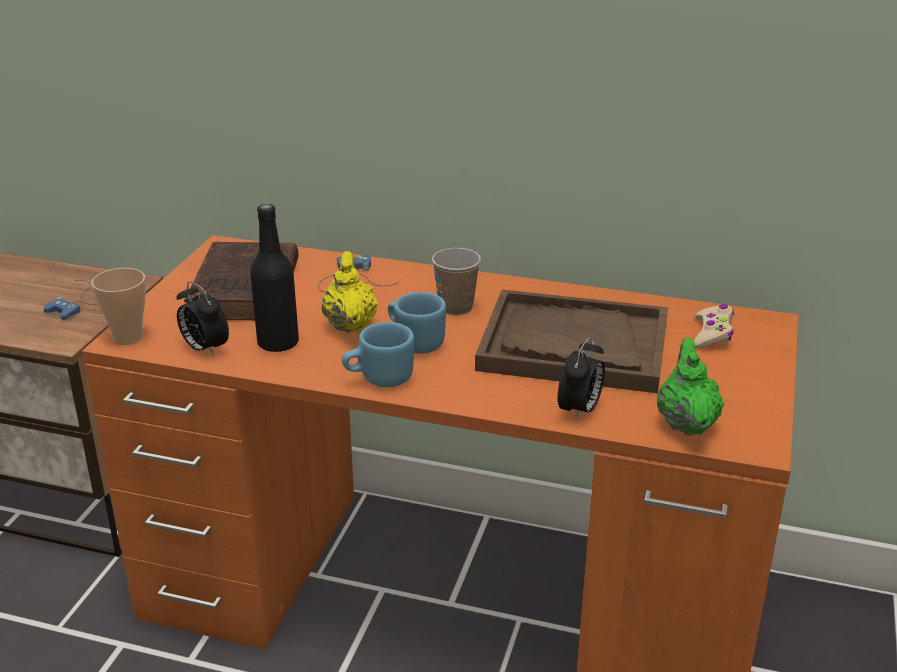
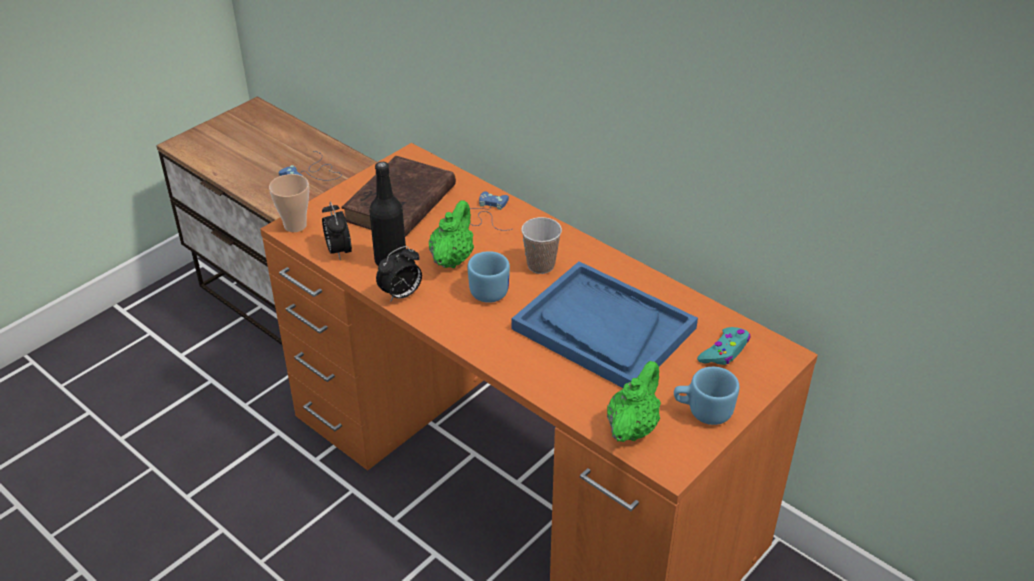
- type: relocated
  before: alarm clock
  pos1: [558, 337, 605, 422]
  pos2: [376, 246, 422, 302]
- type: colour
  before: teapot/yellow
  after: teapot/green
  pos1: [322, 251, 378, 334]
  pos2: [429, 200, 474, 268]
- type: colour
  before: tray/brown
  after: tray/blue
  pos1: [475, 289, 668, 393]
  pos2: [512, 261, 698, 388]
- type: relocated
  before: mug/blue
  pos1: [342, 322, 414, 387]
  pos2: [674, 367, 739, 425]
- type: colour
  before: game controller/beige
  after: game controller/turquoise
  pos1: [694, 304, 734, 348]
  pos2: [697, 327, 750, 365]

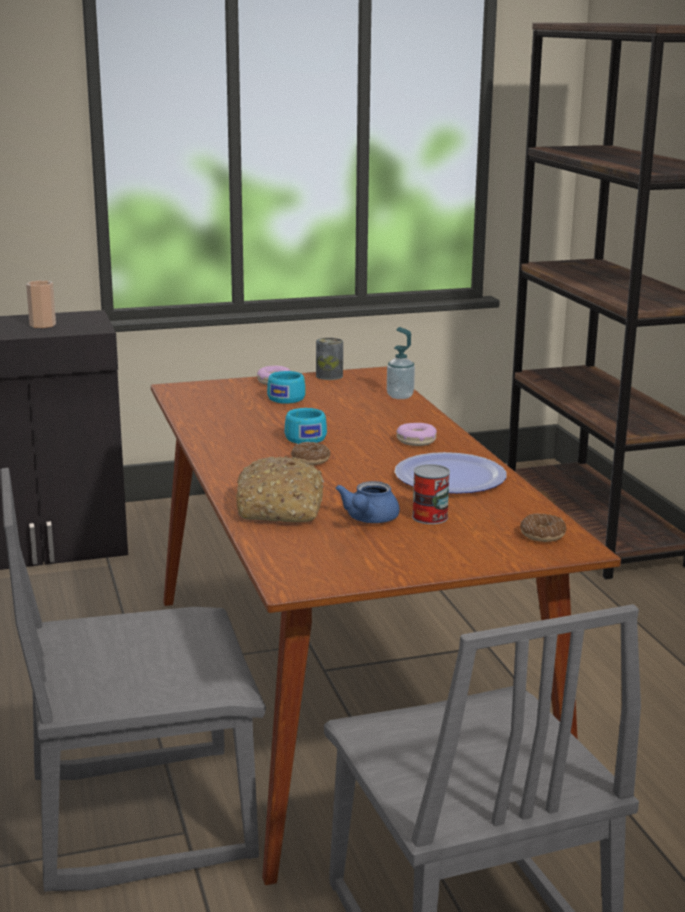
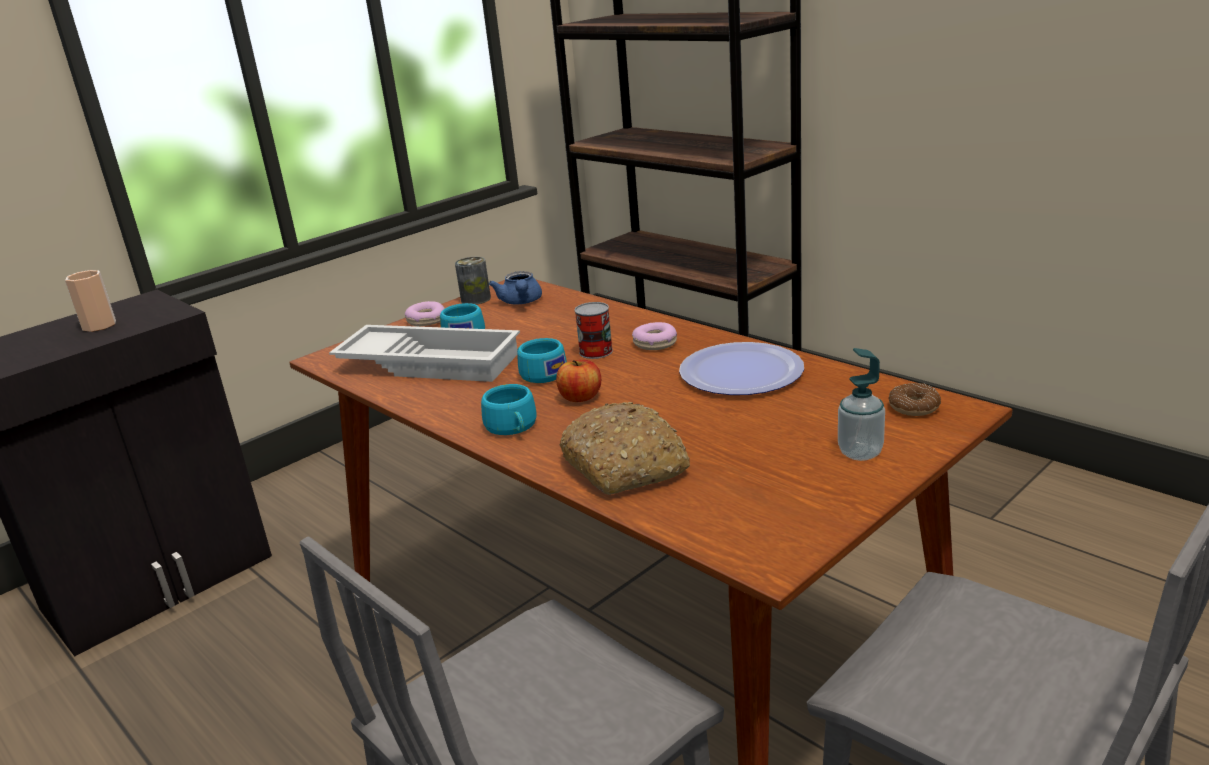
- type: appeared
  after: tray/white
  pos2: [329, 325, 520, 382]
- type: appeared
  after: cup/turquoise
  pos2: [481, 384, 537, 435]
- type: relocated
  before: teapot/blue
  pos1: [336, 481, 400, 523]
  pos2: [489, 271, 542, 304]
- type: exchanged
  before: donut
  after: apple
  pos1: [291, 442, 331, 465]
  pos2: [556, 360, 601, 402]
- type: relocated
  before: can
  pos1: [412, 464, 450, 524]
  pos2: [575, 302, 613, 359]
- type: relocated
  before: soap dispenser
  pos1: [387, 327, 415, 399]
  pos2: [838, 348, 885, 461]

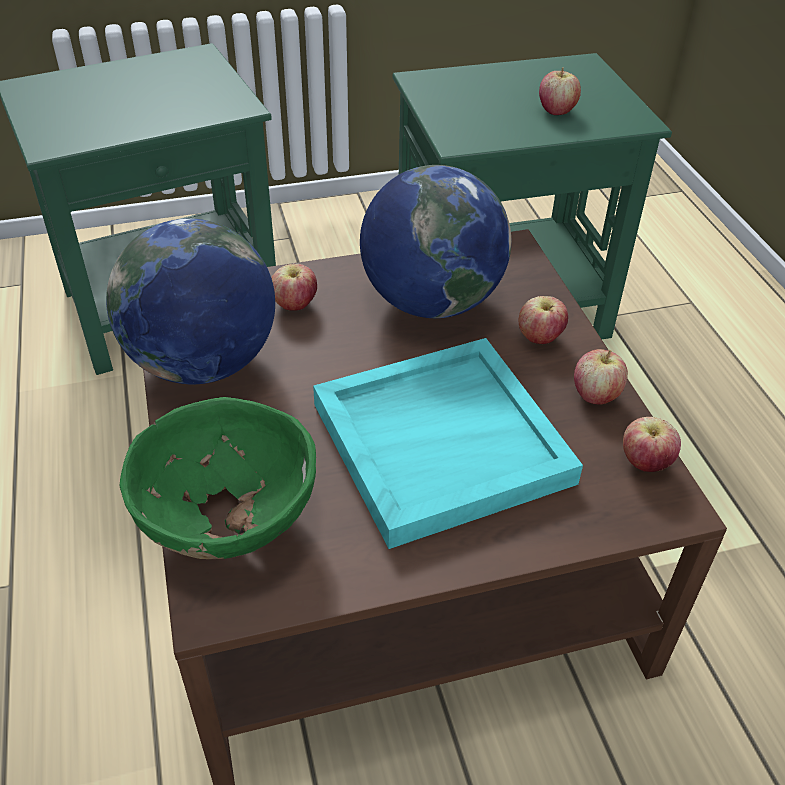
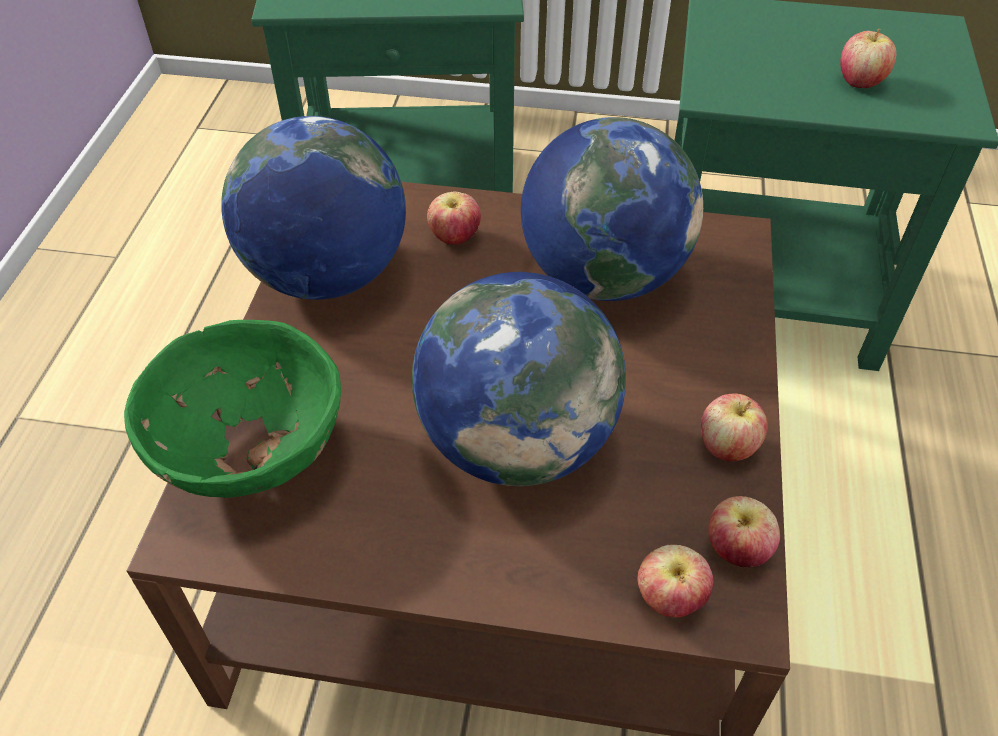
- type: exchanged
  before: tray/turquoise
  after: globe
  pos1: [313, 338, 583, 549]
  pos2: [412, 272, 626, 486]
- type: relocated
  before: apple
  pos1: [519, 296, 568, 344]
  pos2: [637, 545, 713, 617]

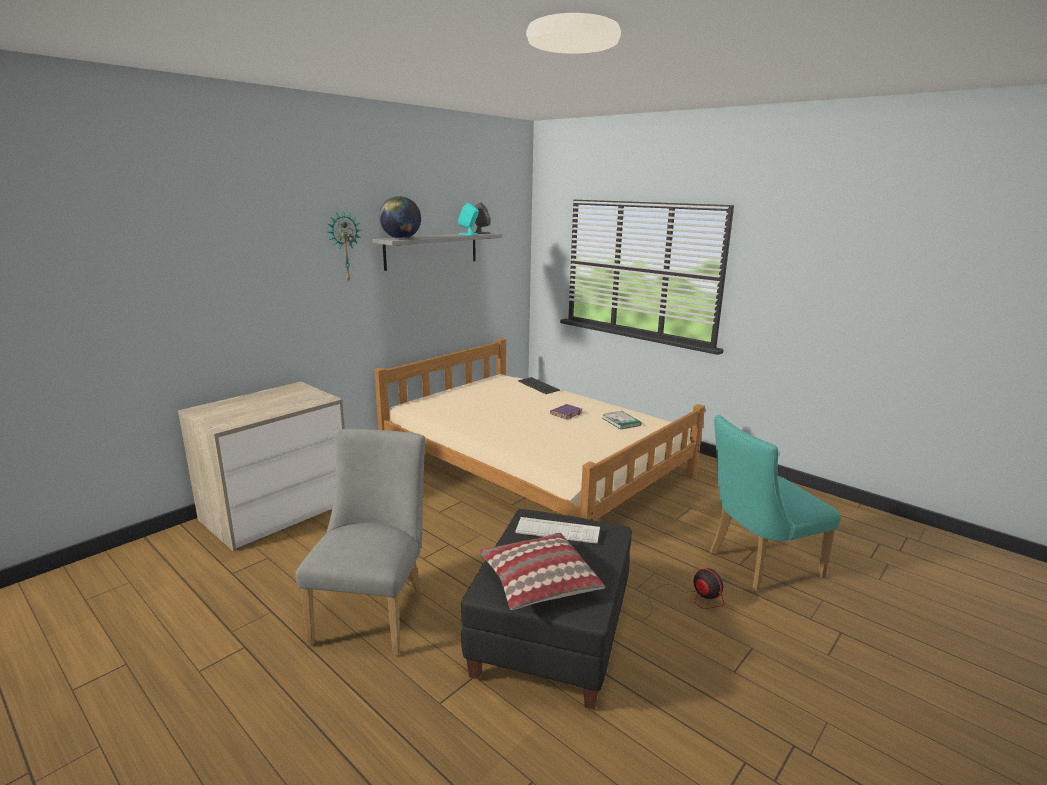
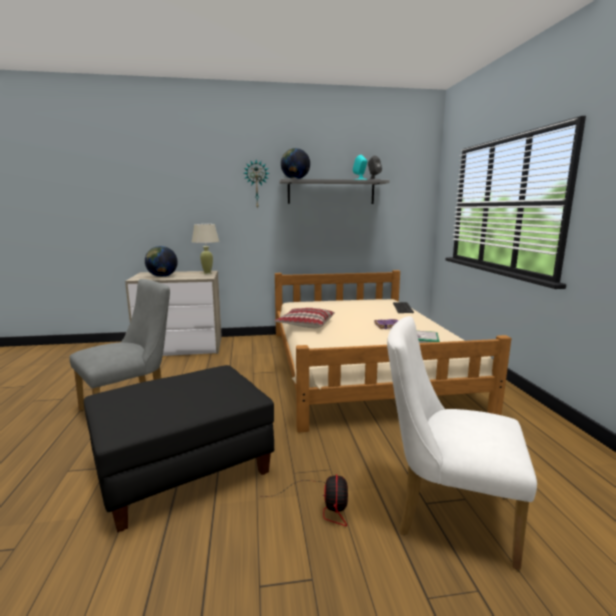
- type: appeared
  after: globe
  pos2: [145, 246, 178, 277]
- type: appeared
  after: table lamp/beige
  pos2: [192, 224, 220, 274]
- type: relocated
  before: pillow
  pos1: [479, 533, 605, 610]
  pos2: [275, 308, 334, 328]
- type: colour
  before: chair/turquoise
  after: chair/white
  pos1: [710, 415, 841, 592]
  pos2: [387, 316, 537, 570]
- type: missing
  before: keyboard
  pos1: [515, 517, 600, 544]

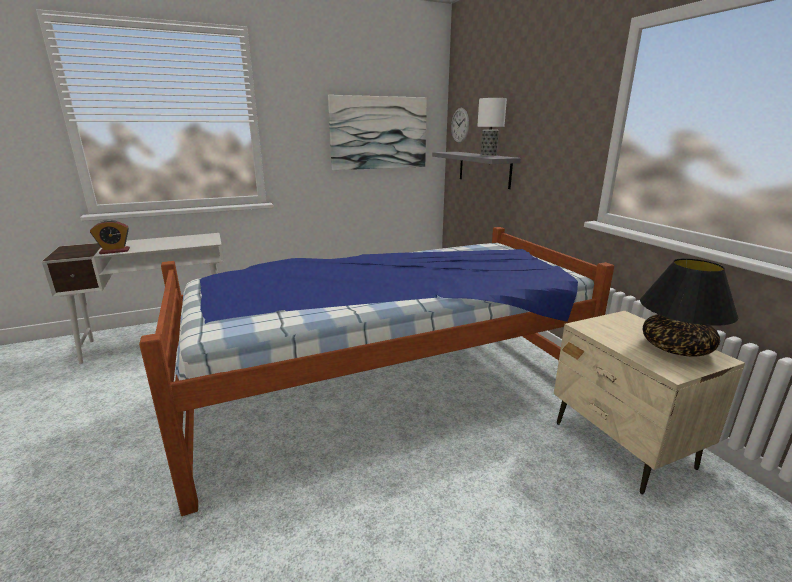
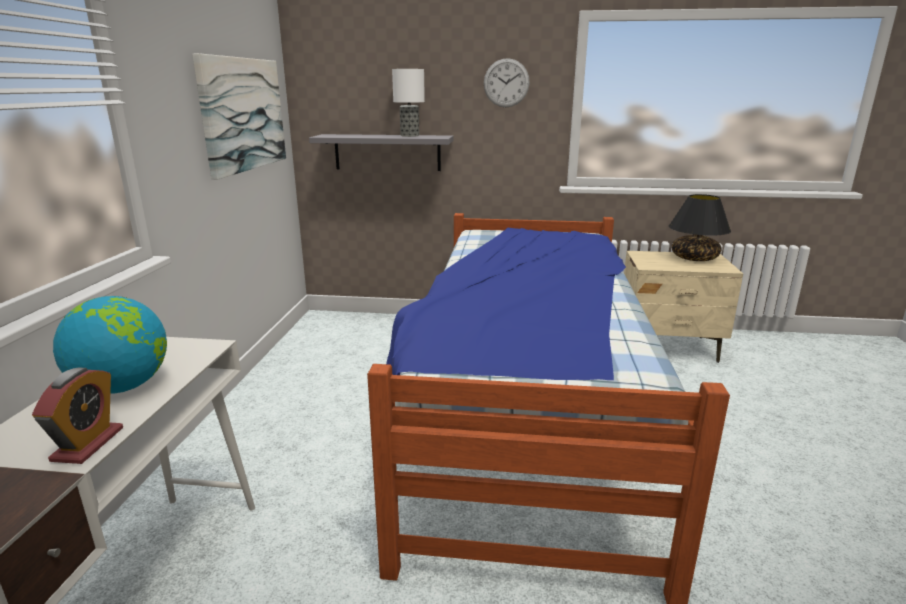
- type: appeared
  after: globe
  pos2: [53, 296, 167, 394]
- type: relocated
  before: wall clock
  pos1: [451, 108, 469, 143]
  pos2: [484, 58, 530, 107]

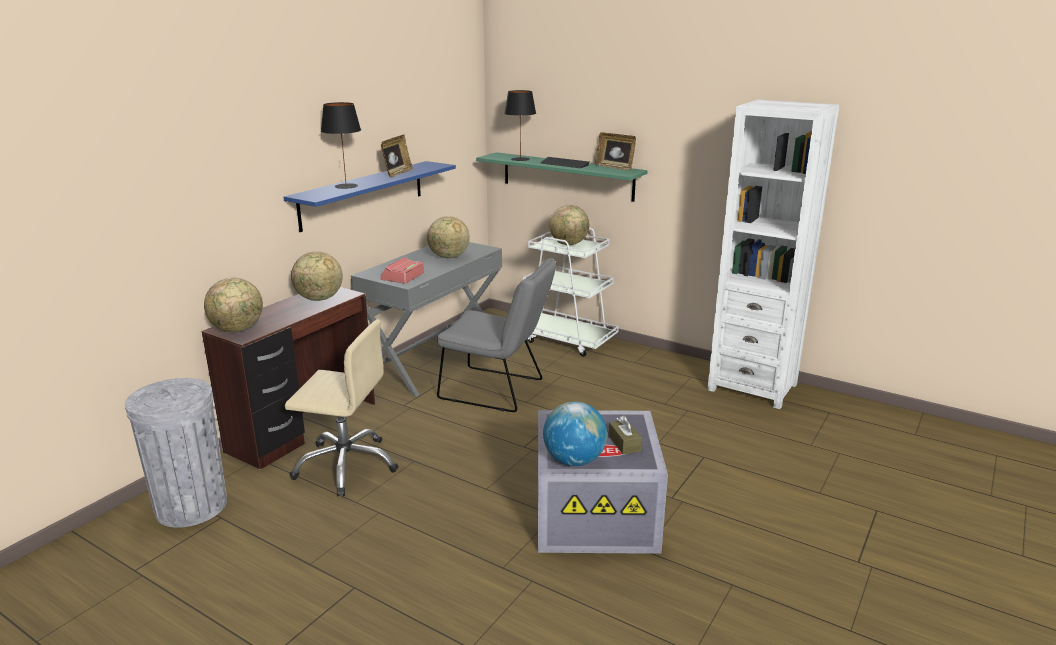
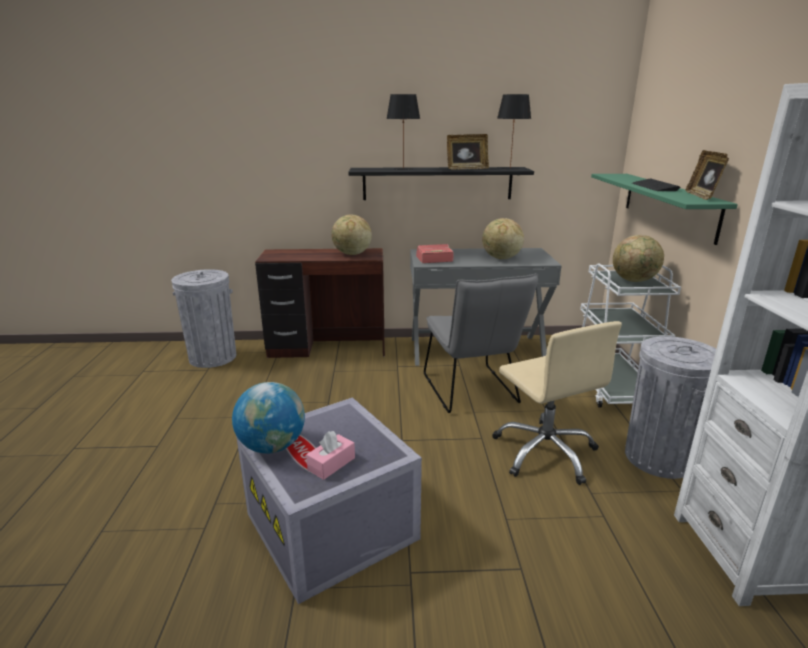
- type: colour
  before: tissue box/brown
  after: tissue box/pink
  pos1: [609, 416, 642, 454]
  pos2: [306, 431, 355, 480]
- type: colour
  before: shelf/blue
  after: shelf/black
  pos1: [283, 161, 456, 232]
  pos2: [348, 167, 534, 200]
- type: relocated
  before: office chair/beige
  pos1: [285, 320, 398, 496]
  pos2: [492, 321, 622, 485]
- type: relocated
  before: table lamp/black
  pos1: [504, 90, 536, 161]
  pos2: [497, 94, 531, 169]
- type: appeared
  after: trash can/grey
  pos2: [625, 336, 716, 479]
- type: missing
  before: globe
  pos1: [204, 278, 263, 332]

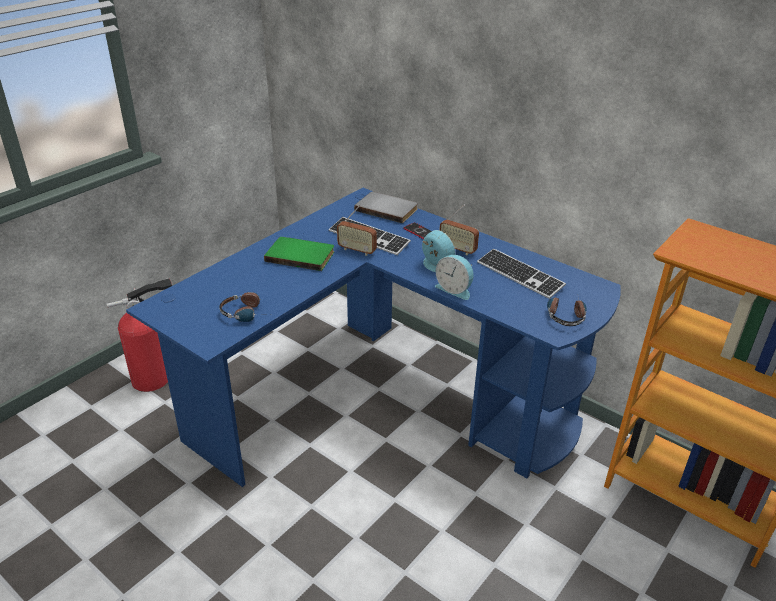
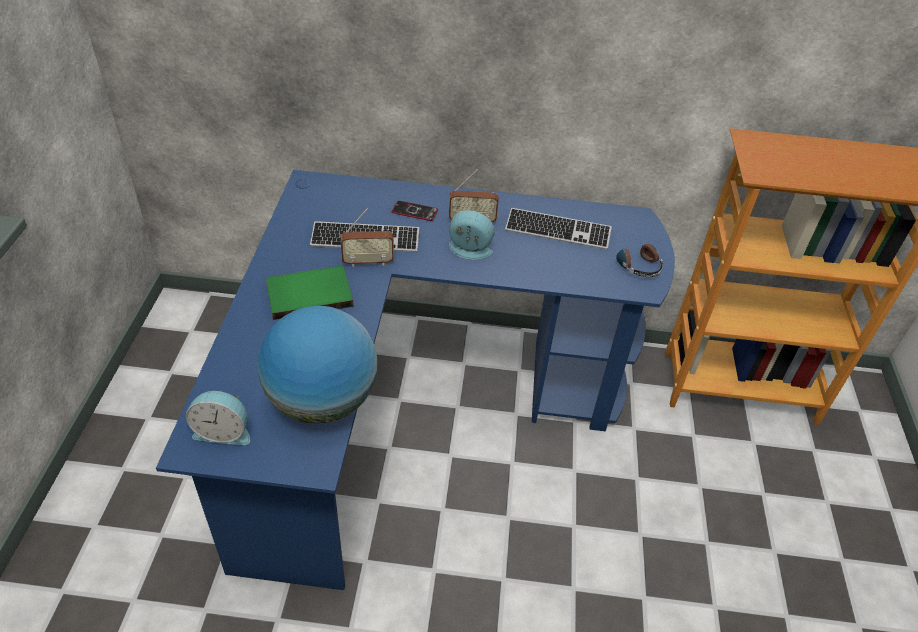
- type: relocated
  before: alarm clock
  pos1: [435, 255, 474, 300]
  pos2: [186, 391, 250, 445]
- type: exchanged
  before: headphones
  after: globe
  pos1: [219, 292, 261, 322]
  pos2: [258, 306, 378, 424]
- type: missing
  before: fire extinguisher
  pos1: [107, 278, 172, 392]
- type: missing
  before: book/grey
  pos1: [354, 191, 418, 223]

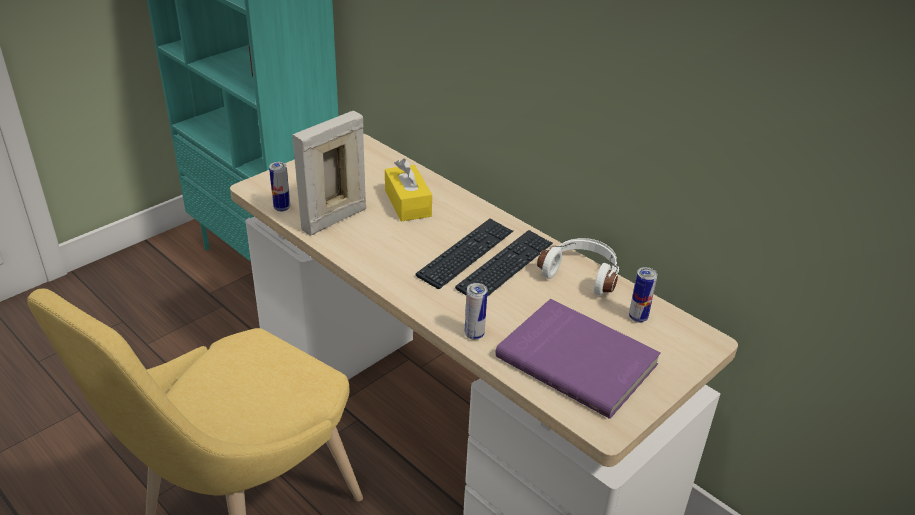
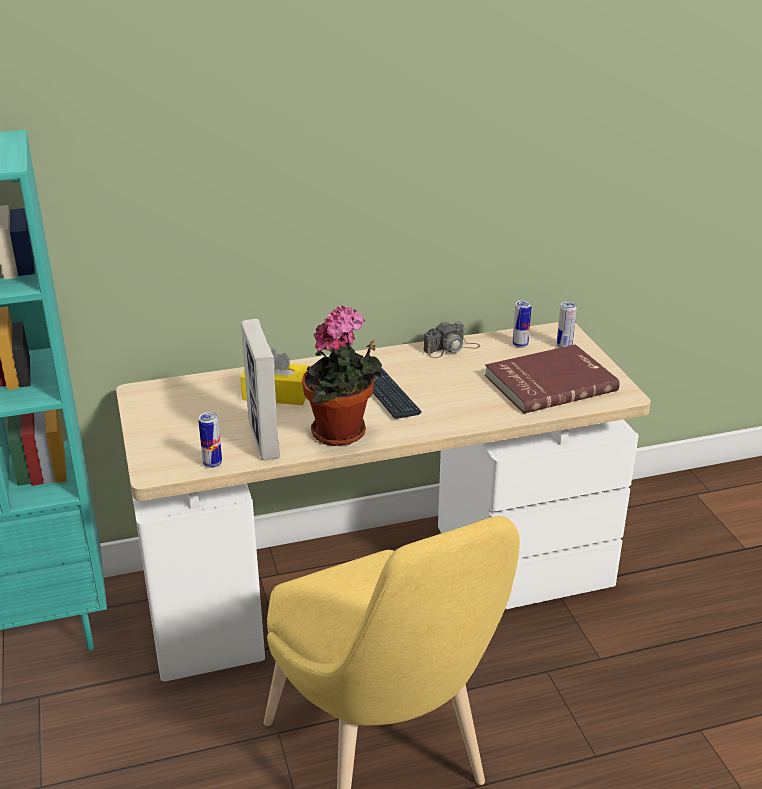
- type: appeared
  after: potted plant
  pos2: [302, 306, 382, 446]
- type: exchanged
  before: headphones/white
  after: photo camera
  pos1: [537, 238, 620, 296]
  pos2: [423, 321, 480, 358]
- type: colour
  before: book/purple
  after: book/red
  pos1: [495, 299, 661, 419]
  pos2: [485, 344, 620, 414]
- type: relocated
  before: can
  pos1: [465, 283, 487, 340]
  pos2: [557, 301, 577, 348]
- type: missing
  before: keyboard
  pos1: [455, 230, 553, 297]

